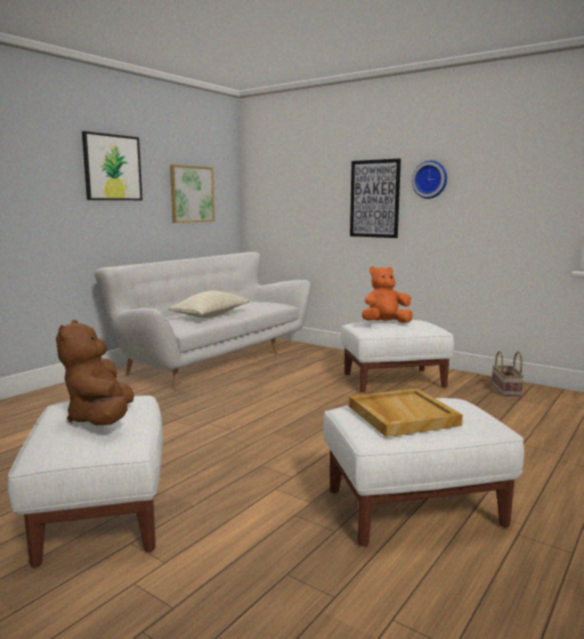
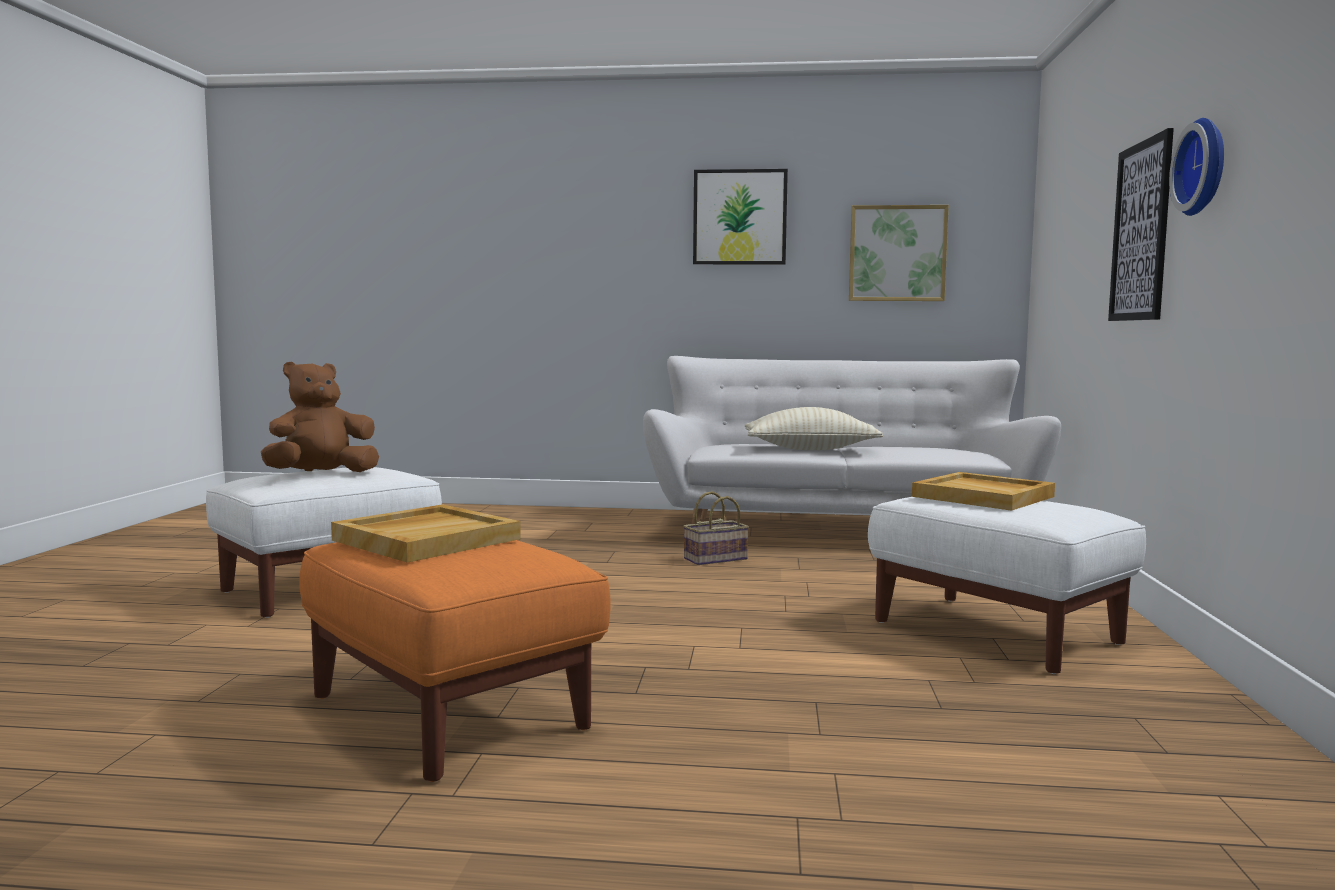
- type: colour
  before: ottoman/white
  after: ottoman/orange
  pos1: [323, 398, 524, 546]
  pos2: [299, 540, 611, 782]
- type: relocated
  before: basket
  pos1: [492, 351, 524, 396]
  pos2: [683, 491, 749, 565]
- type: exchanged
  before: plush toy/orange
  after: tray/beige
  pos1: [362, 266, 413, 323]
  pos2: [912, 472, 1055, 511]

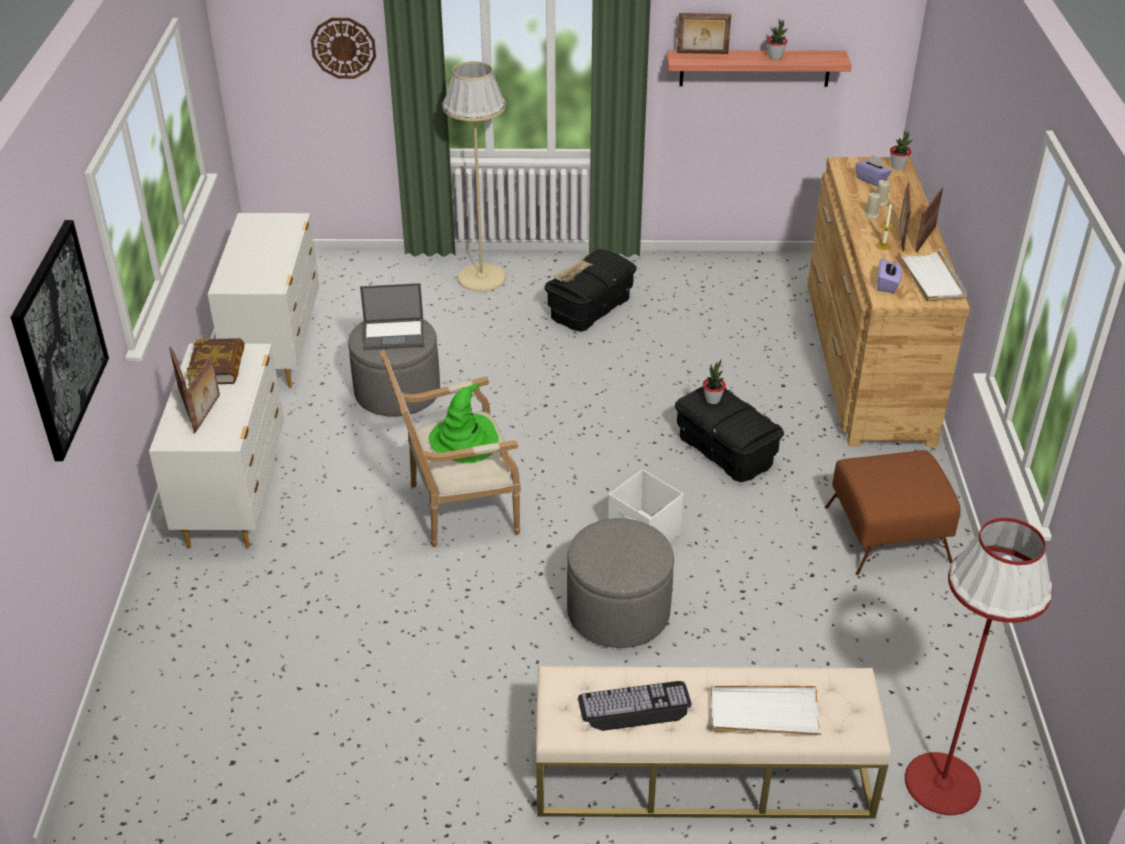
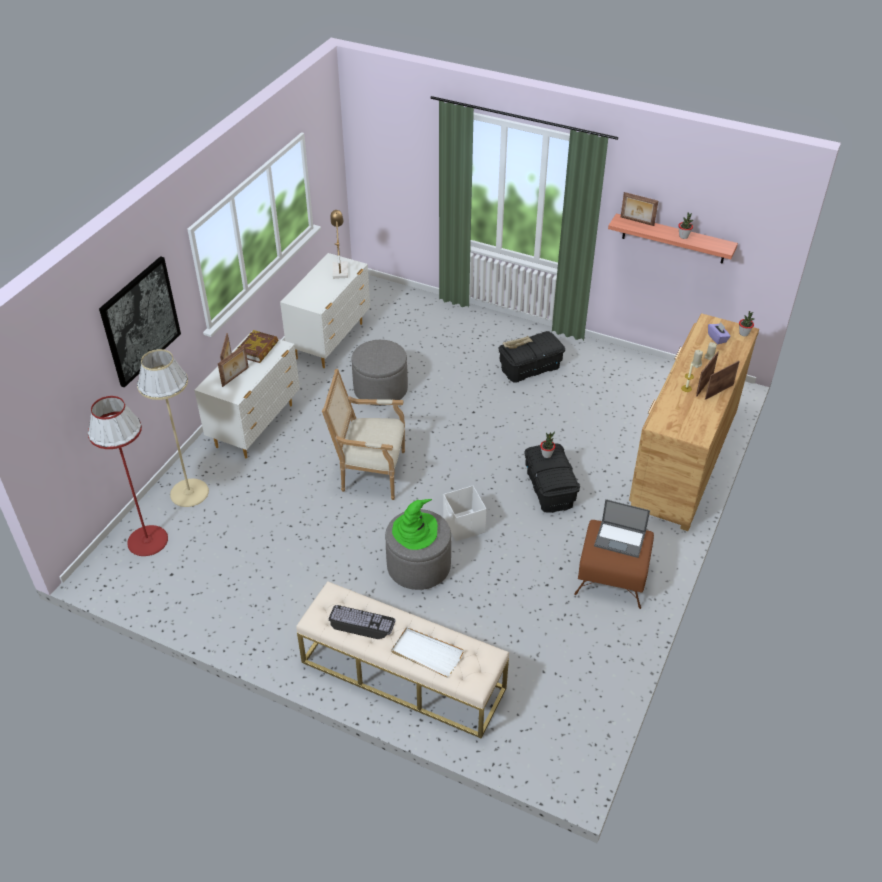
- type: relocated
  before: floor lamp/red
  pos1: [905, 518, 1053, 815]
  pos2: [88, 396, 168, 556]
- type: relocated
  before: floor lamp/beige
  pos1: [443, 61, 506, 291]
  pos2: [137, 349, 209, 507]
- type: appeared
  after: table lamp
  pos2: [331, 210, 348, 279]
- type: relocated
  before: hat/green
  pos1: [429, 383, 499, 463]
  pos2: [392, 499, 438, 550]
- type: relocated
  before: laptop
  pos1: [360, 283, 424, 350]
  pos2: [594, 499, 650, 558]
- type: missing
  before: wall clock
  pos1: [311, 18, 376, 79]
- type: missing
  before: tissue box/purple
  pos1: [877, 259, 902, 293]
- type: missing
  before: tray/white
  pos1: [897, 248, 968, 301]

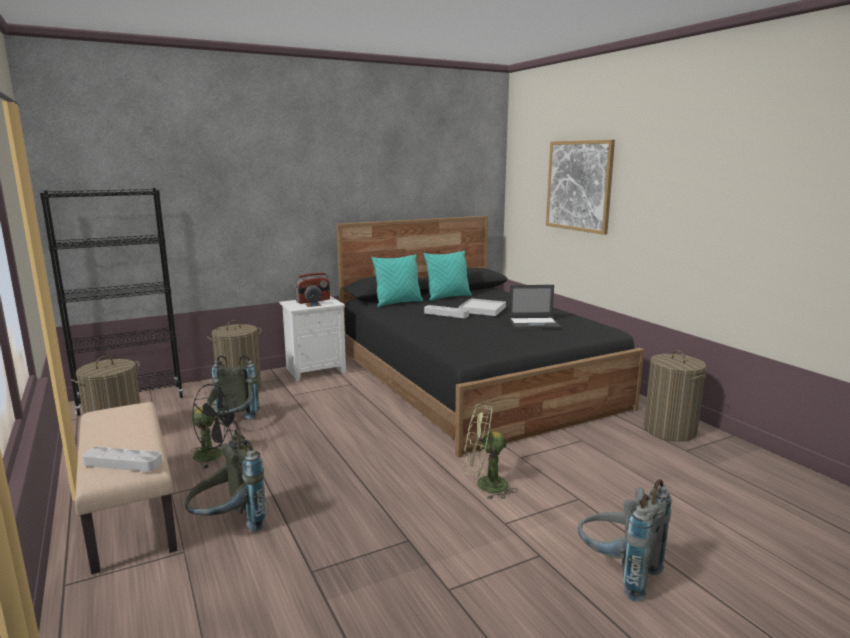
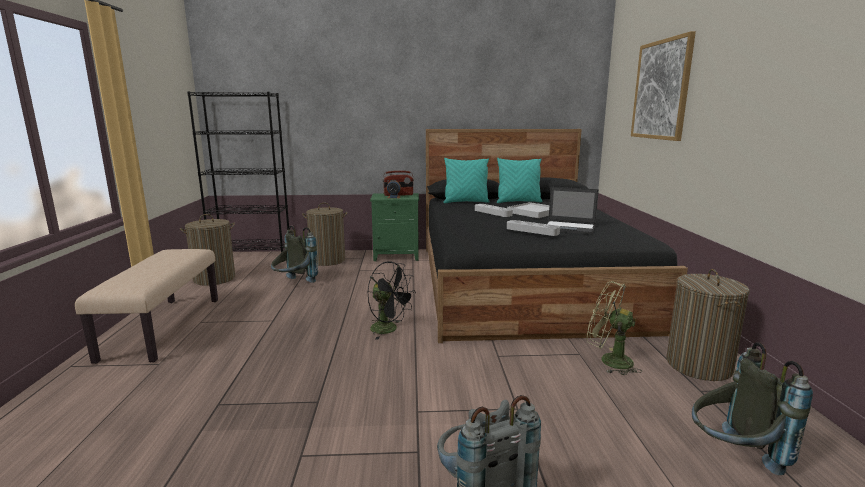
- type: relocated
  before: fan/black
  pos1: [190, 384, 239, 469]
  pos2: [367, 261, 416, 339]
- type: colour
  before: nightstand/white
  after: nightstand/green
  pos1: [279, 296, 346, 382]
  pos2: [370, 193, 419, 261]
- type: relocated
  before: tray/grey
  pos1: [82, 447, 162, 472]
  pos2: [507, 220, 560, 236]
- type: relocated
  before: fan/green
  pos1: [464, 404, 518, 500]
  pos2: [587, 281, 642, 375]
- type: relocated
  before: backpack/grey
  pos1: [185, 428, 266, 531]
  pos2: [692, 342, 813, 475]

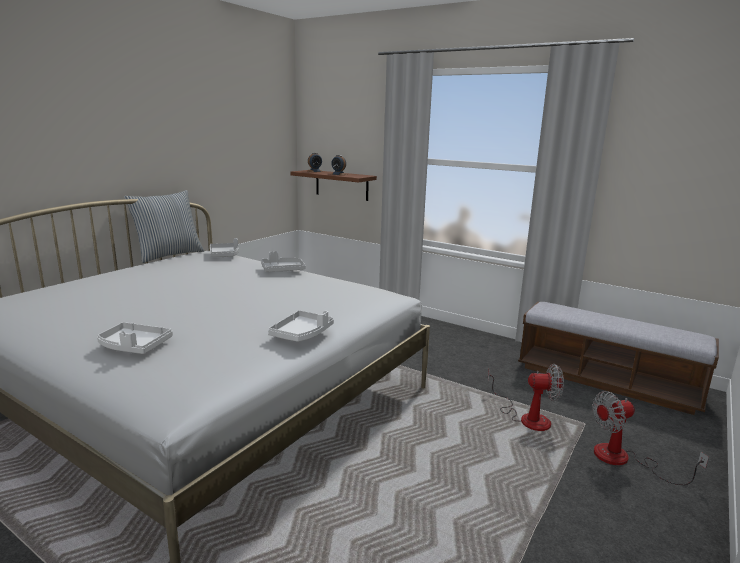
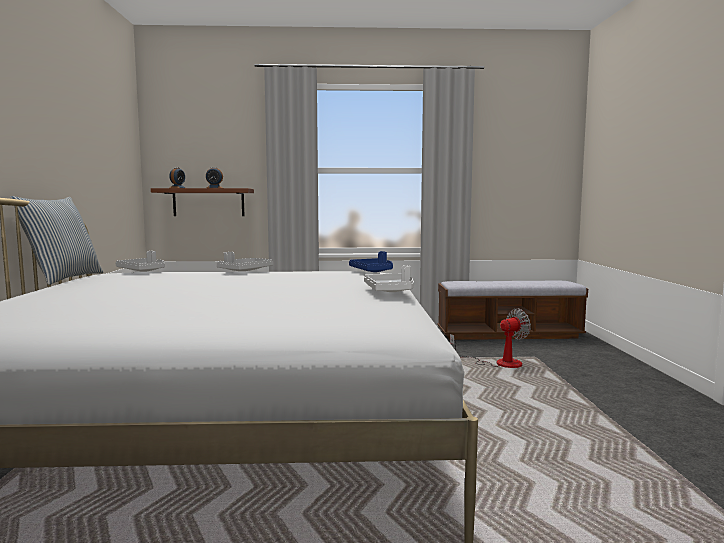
- type: appeared
  after: tray/blue
  pos2: [349, 251, 393, 272]
- type: missing
  before: tray/white
  pos1: [97, 322, 173, 354]
- type: missing
  before: fan
  pos1: [592, 391, 709, 485]

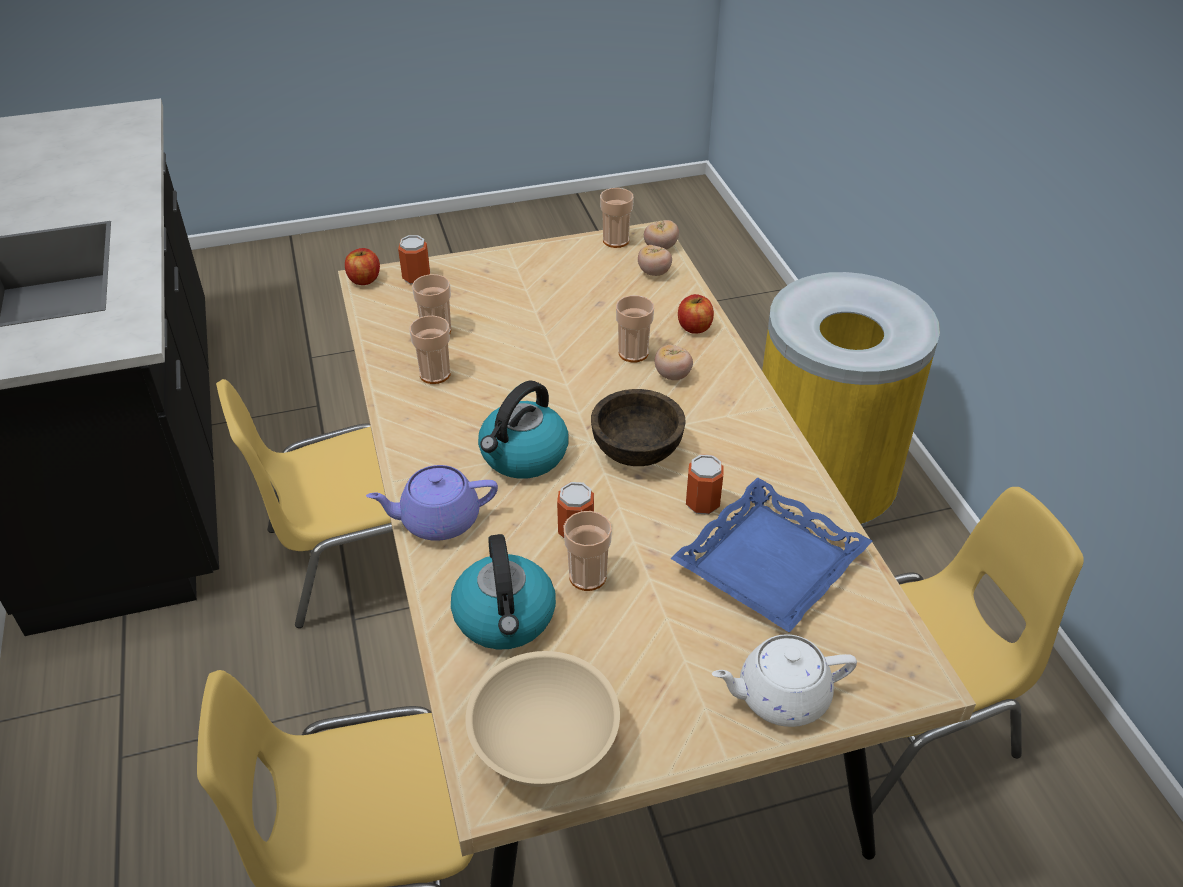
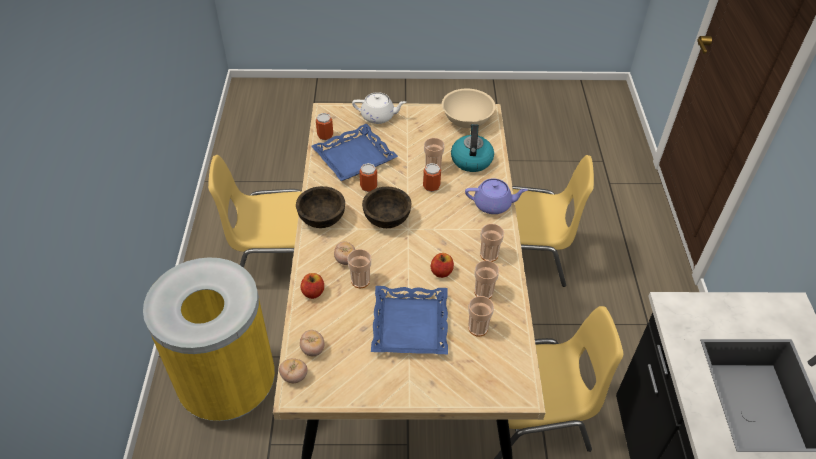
- type: appeared
  after: bowl/brown
  pos2: [296, 186, 345, 228]
- type: relocated
  before: can
  pos1: [398, 235, 430, 285]
  pos2: [316, 113, 333, 140]
- type: appeared
  after: tray/blue
  pos2: [371, 286, 448, 354]
- type: relocated
  before: apple
  pos1: [345, 248, 380, 285]
  pos2: [431, 253, 454, 278]
- type: relocated
  before: cup
  pos1: [600, 188, 634, 248]
  pos2: [480, 224, 504, 262]
- type: missing
  before: kettle
  pos1: [478, 380, 569, 479]

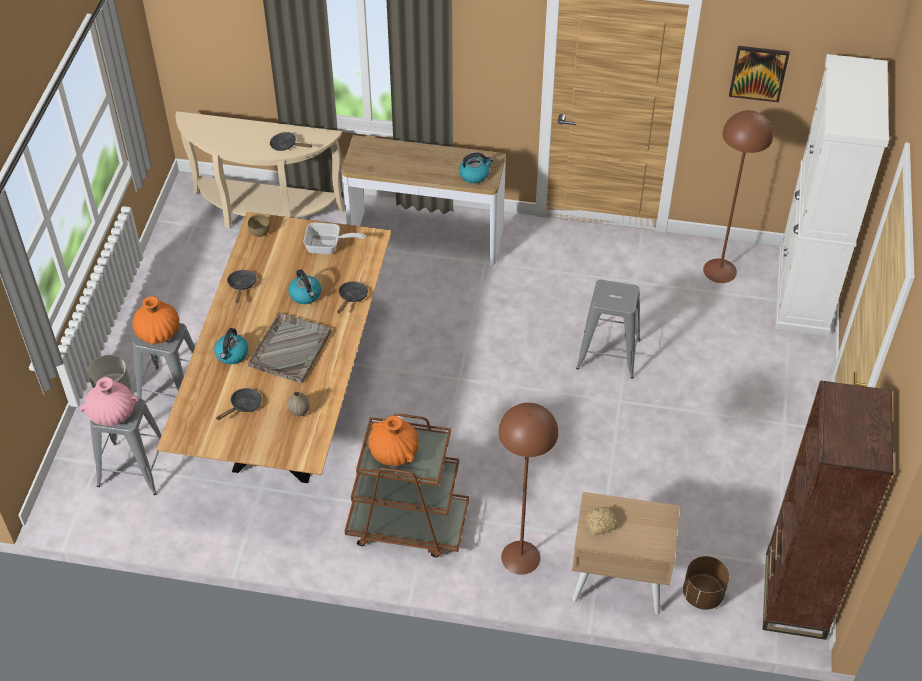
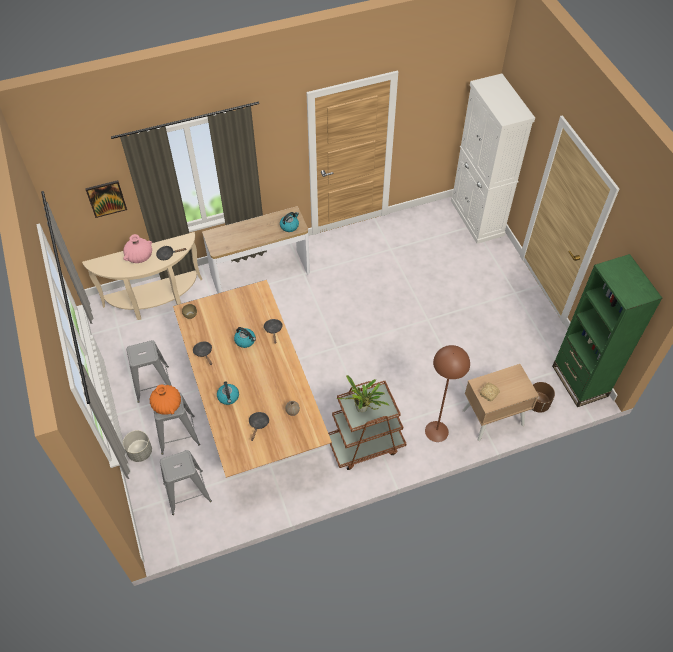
- type: relocated
  before: picture
  pos1: [729, 46, 790, 102]
  pos2: [85, 180, 127, 218]
- type: relocated
  before: vase/pink
  pos1: [80, 377, 139, 426]
  pos2: [123, 234, 152, 263]
- type: relocated
  before: stool/grey
  pos1: [576, 280, 640, 378]
  pos2: [126, 340, 172, 403]
- type: exchanged
  before: vase/orange
  after: potted plant
  pos1: [368, 416, 419, 466]
  pos2: [336, 375, 389, 412]
- type: colour
  before: bookcase/brown
  after: bookcase/green
  pos1: [763, 380, 893, 640]
  pos2: [552, 254, 662, 407]
- type: missing
  before: tray/grey
  pos1: [248, 313, 331, 383]
- type: missing
  before: frying pan
  pos1: [304, 223, 366, 254]
- type: missing
  before: floor lamp/brown
  pos1: [703, 110, 773, 283]

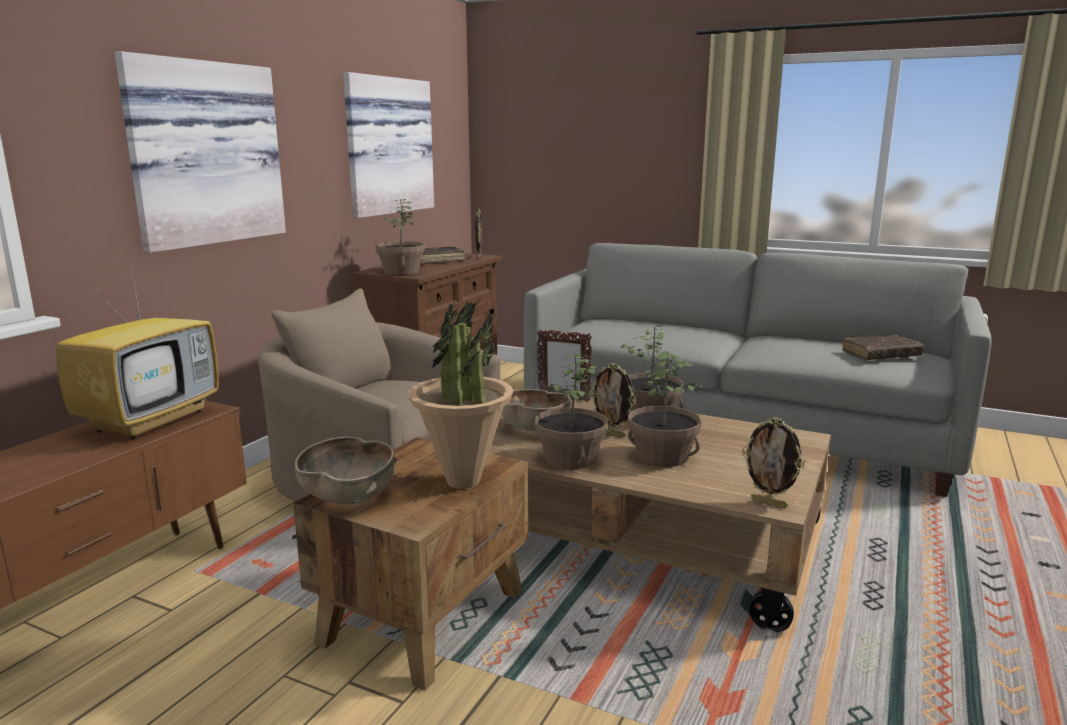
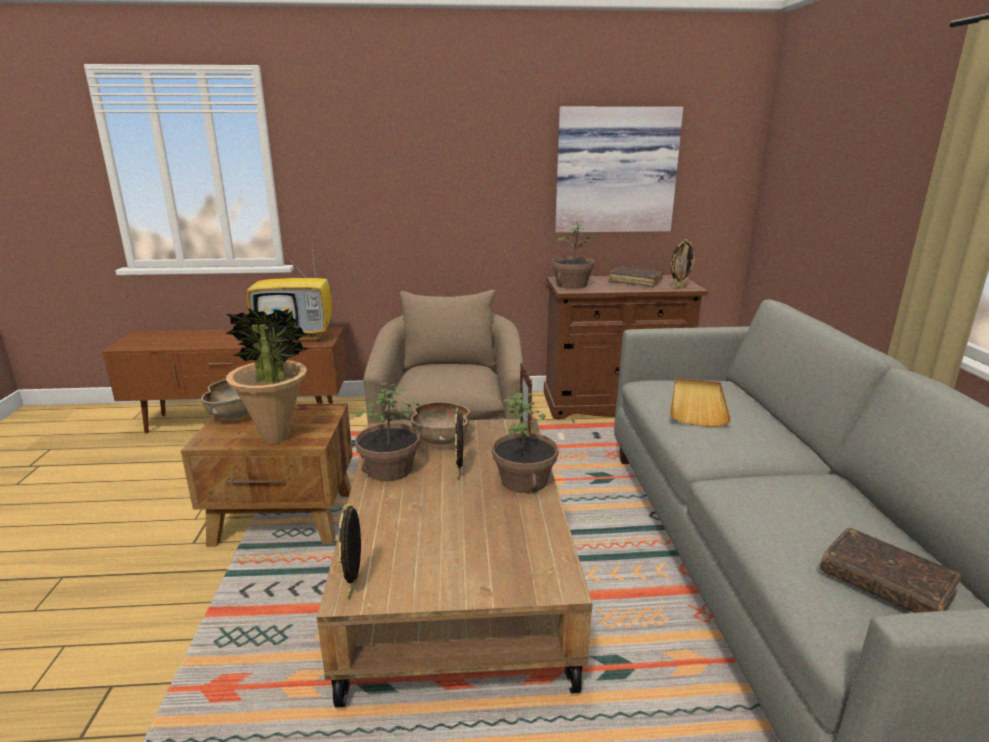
- type: appeared
  after: tray/beige
  pos2: [670, 378, 731, 427]
- type: missing
  before: picture
  pos1: [115, 51, 286, 253]
- type: missing
  before: potted plant
  pos1: [628, 351, 702, 467]

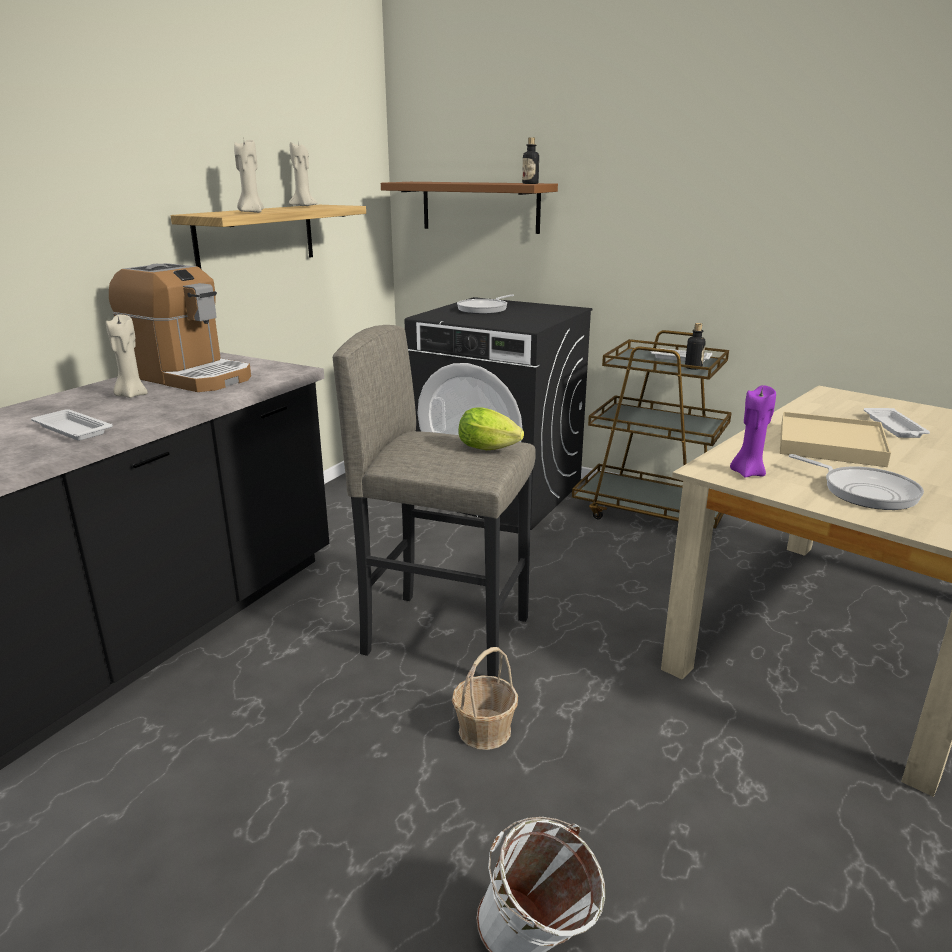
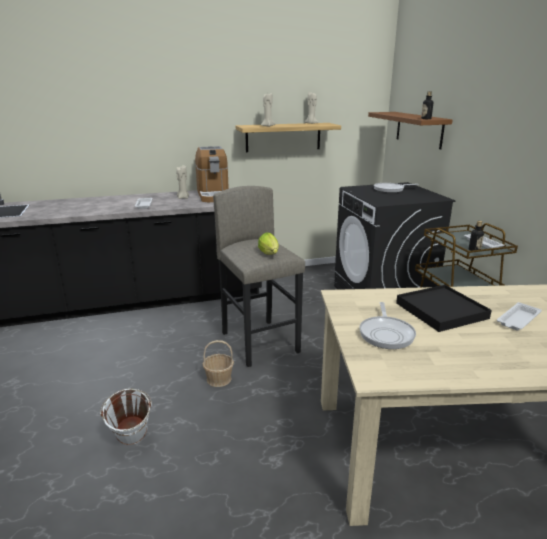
- type: colour
  before: tray/beige
  after: tray/black
  pos1: [780, 412, 891, 467]
  pos2: [396, 285, 492, 332]
- type: missing
  before: candle/purple
  pos1: [730, 385, 776, 478]

